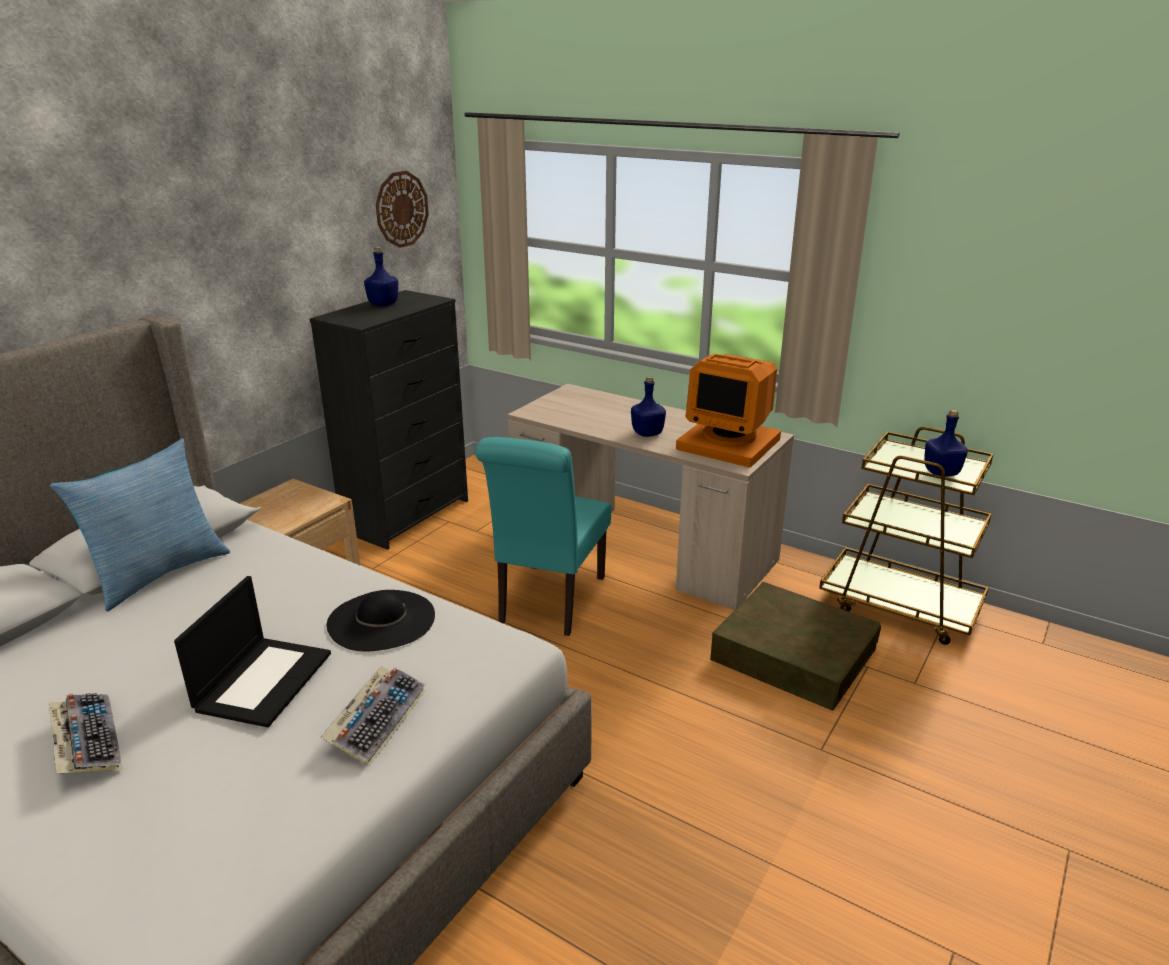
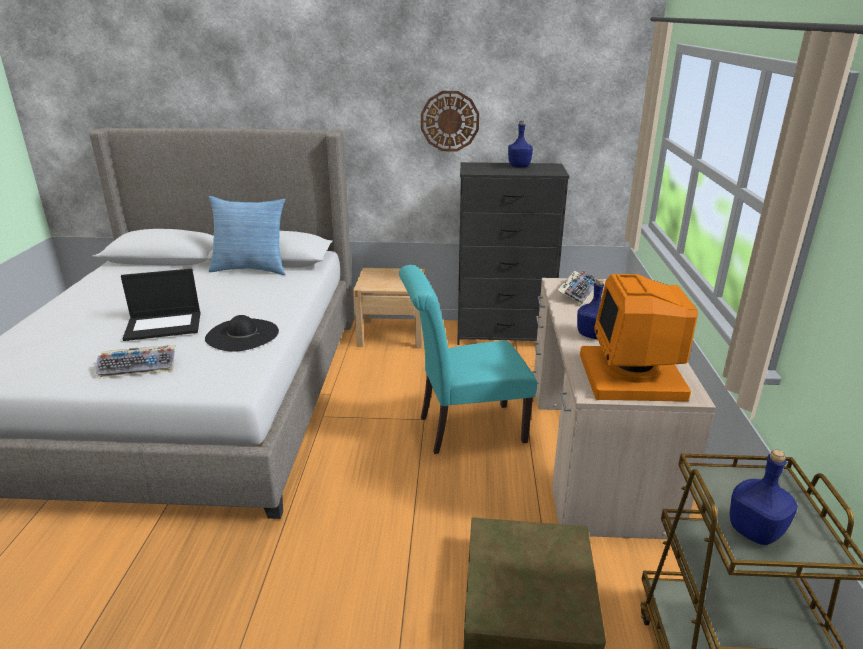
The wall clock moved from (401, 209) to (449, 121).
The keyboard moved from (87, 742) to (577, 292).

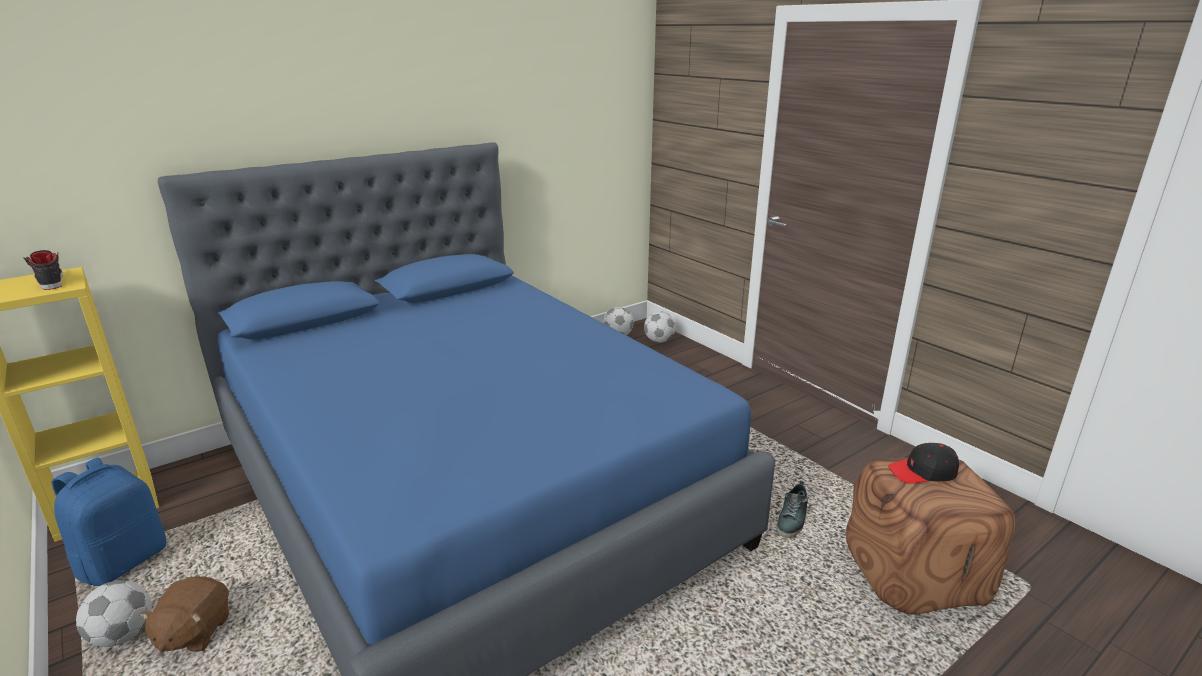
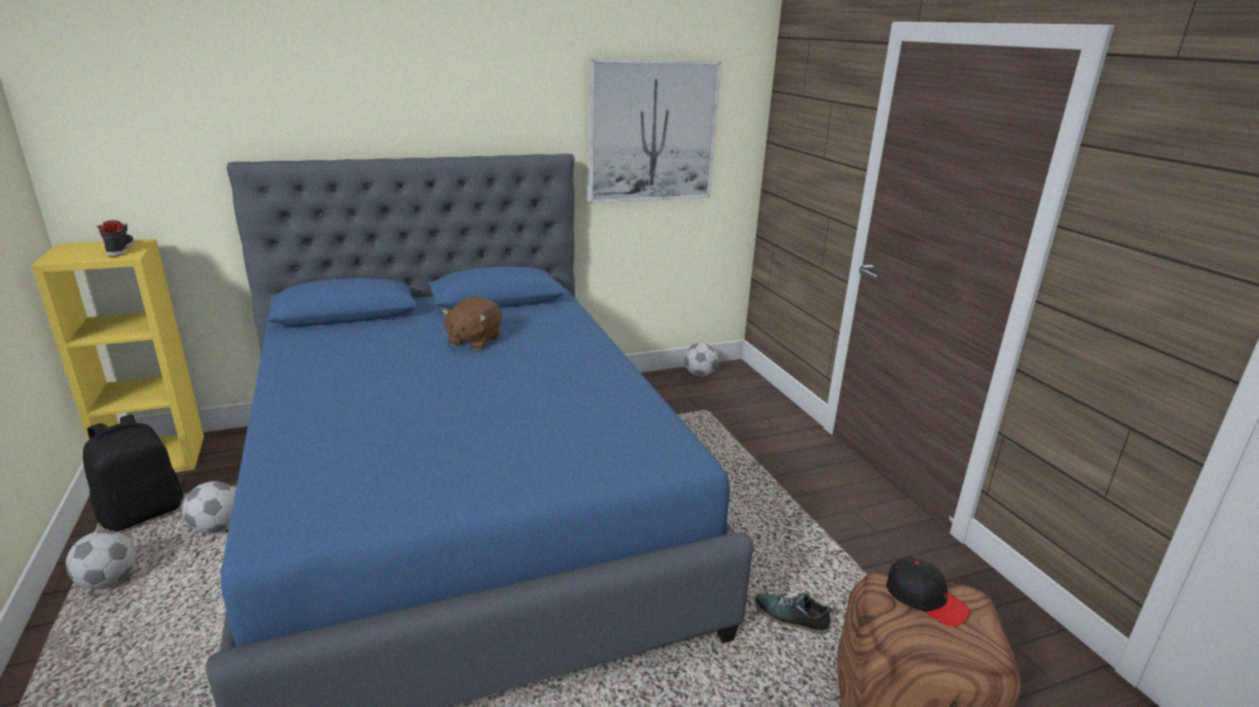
The football moved from (659, 341) to (216, 527).
The black cap at (923, 472) turned 150 degrees counterclockwise.
The blue backpack at (124, 561) became the black backpack at (143, 513).
The shoe at (792, 519) turned 75 degrees clockwise.
The brown plush toy moved from (194, 633) to (474, 341).
The picture at (652, 132) appeared.

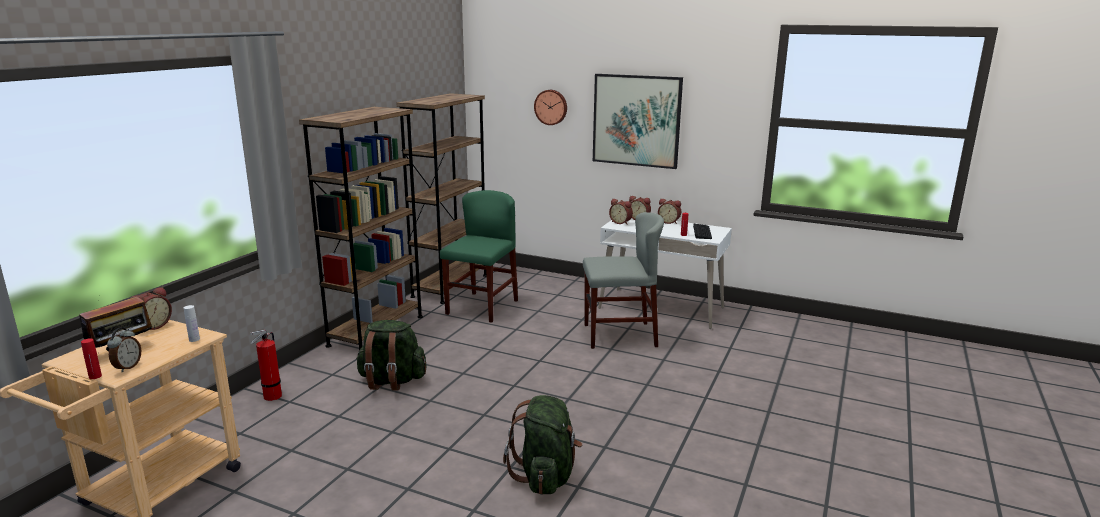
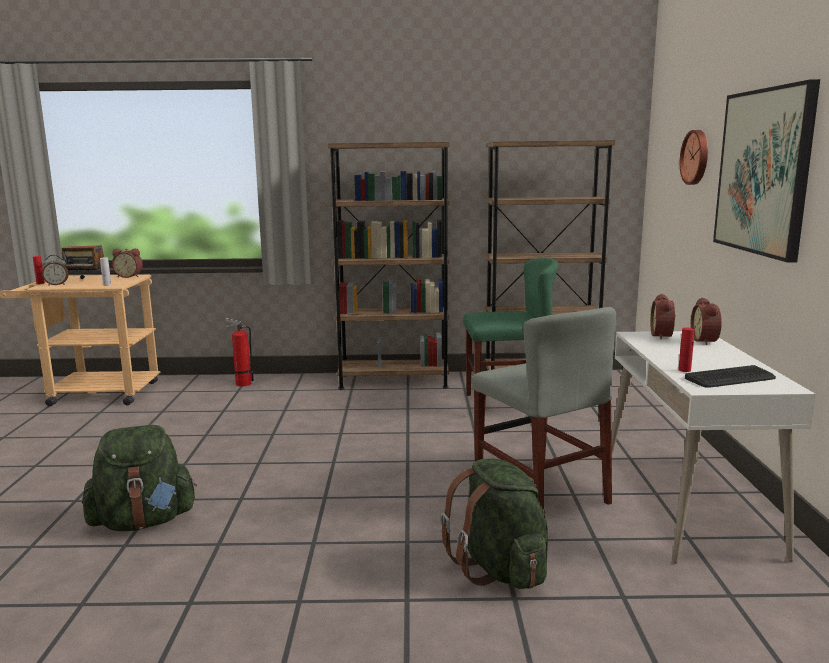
The alarm clock at (669, 222) disappeared.
The green backpack moved from (391, 381) to (500, 568).

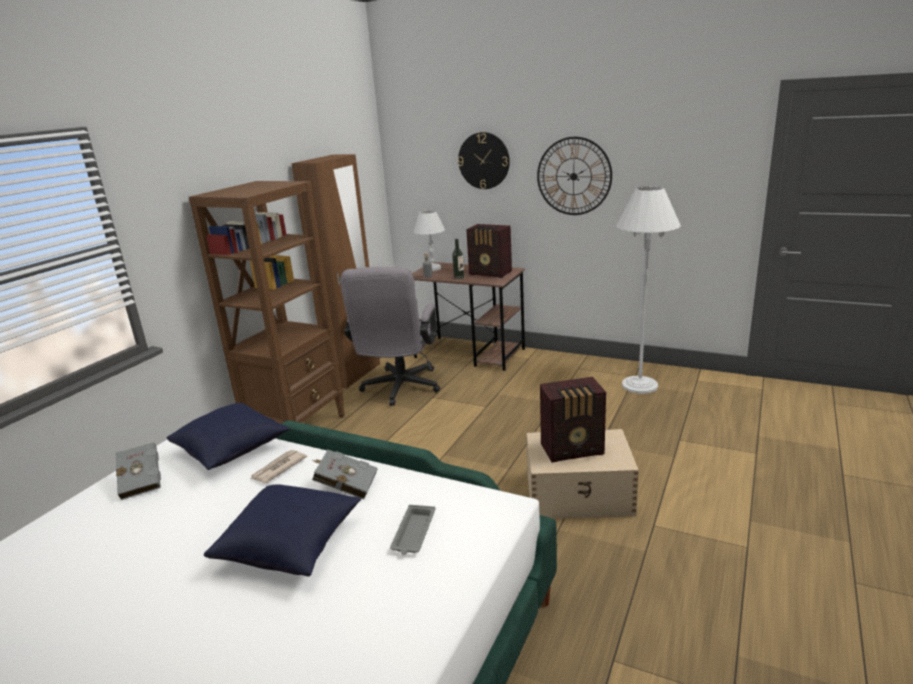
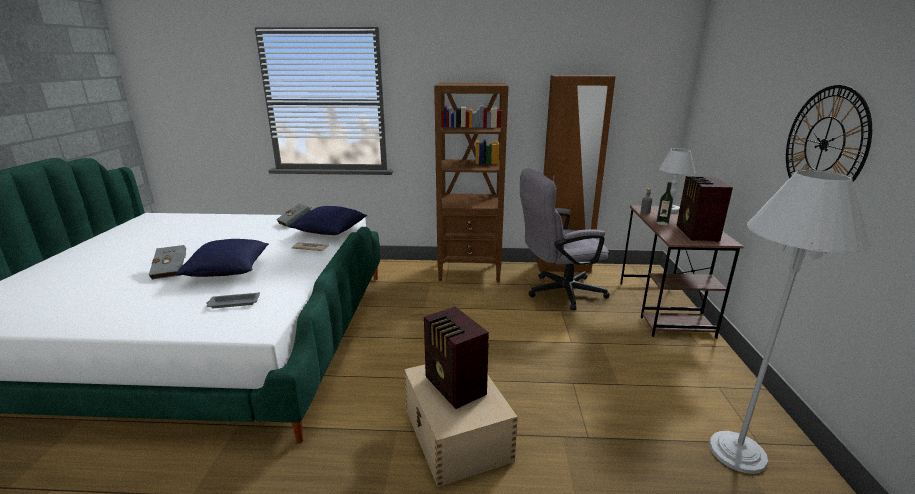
The wall clock at (484, 161) disappeared.
The grey book moved from (345, 486) to (172, 270).

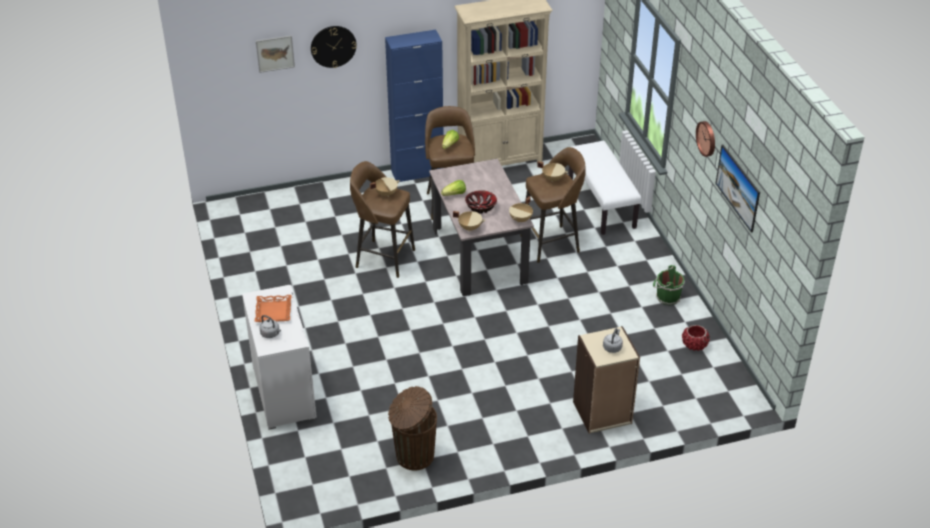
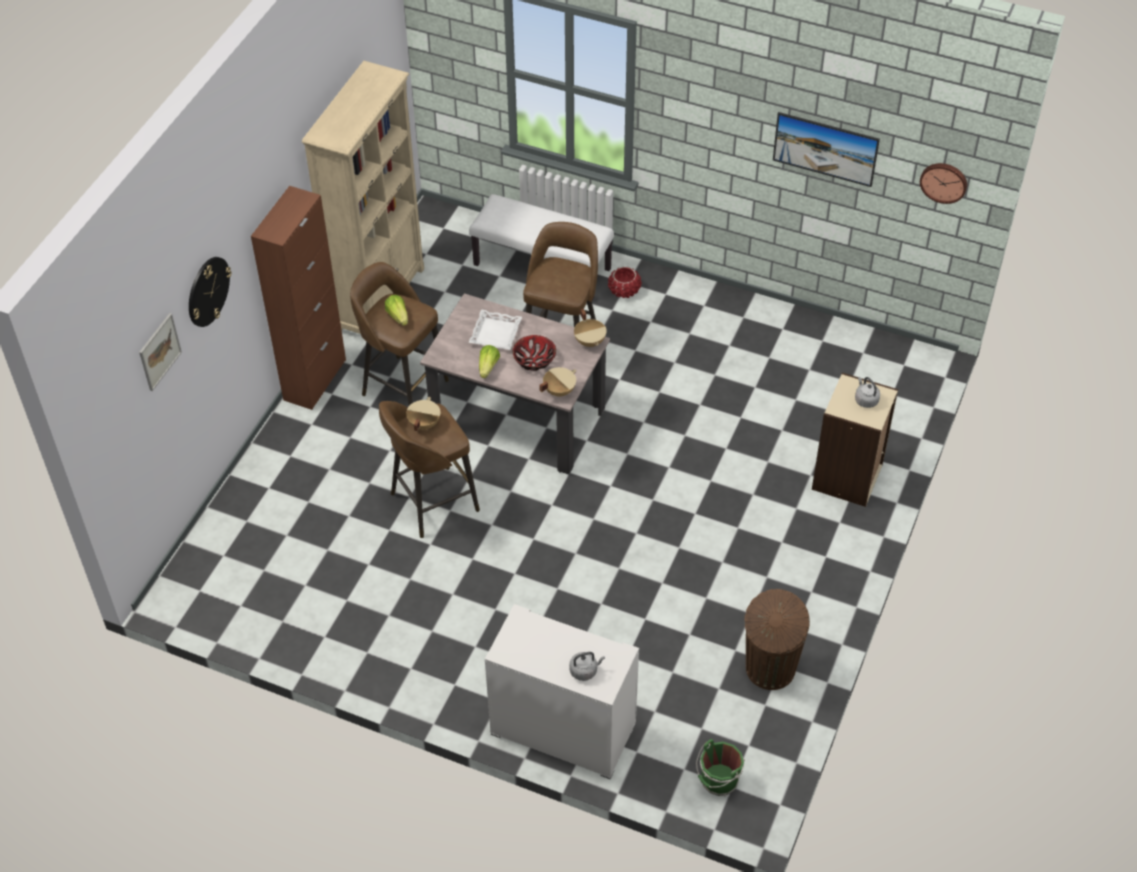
The blue cabinet at (417, 172) became the brown cabinet at (315, 380).
The wall clock moved from (707, 138) to (944, 181).
The beige cooking pot at (553, 178) disappeared.
The green bucket moved from (666, 297) to (718, 781).
The orange tray at (274, 311) disappeared.
The red planter moved from (694, 345) to (624, 290).
The white tray at (495, 333) appeared.

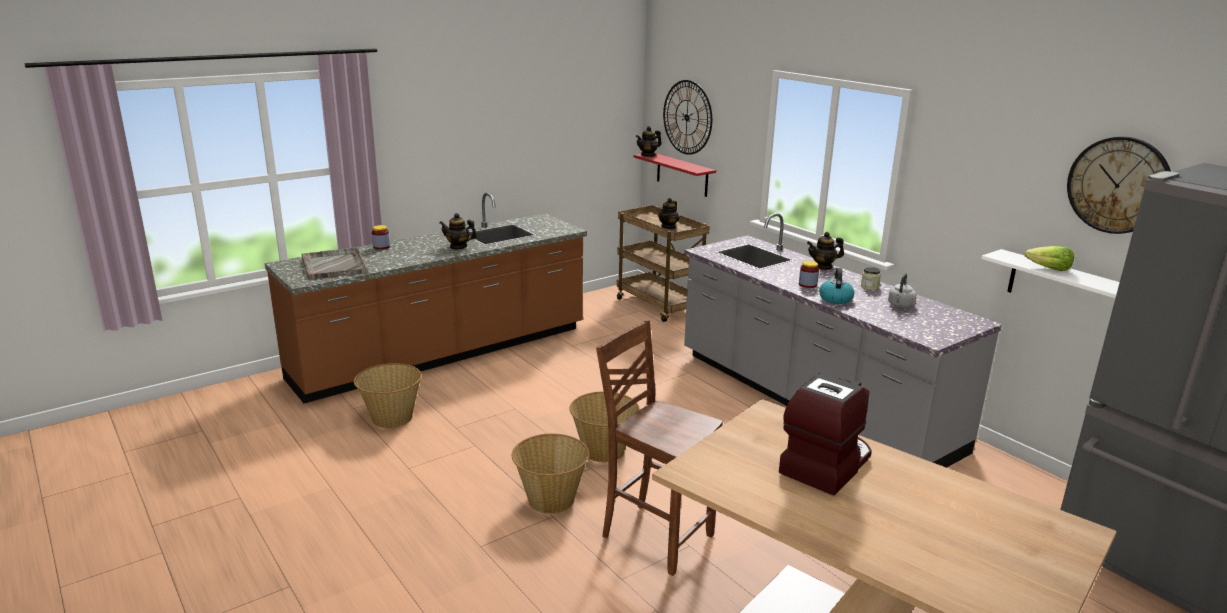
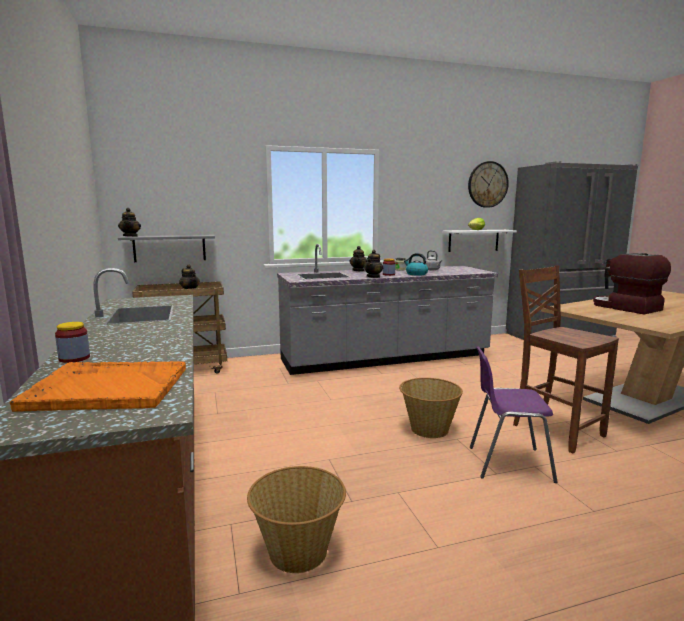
The wall clock at (687, 117) disappeared.
The red shelf at (682, 174) became the grey shelf at (169, 248).
The teapot moved from (458, 246) to (373, 277).
The grey tray at (334, 265) became the orange tray at (107, 388).
The brown chair at (655, 536) turned 90 degrees clockwise.
The basket at (551, 499) was replaced by the purple chair at (507, 463).

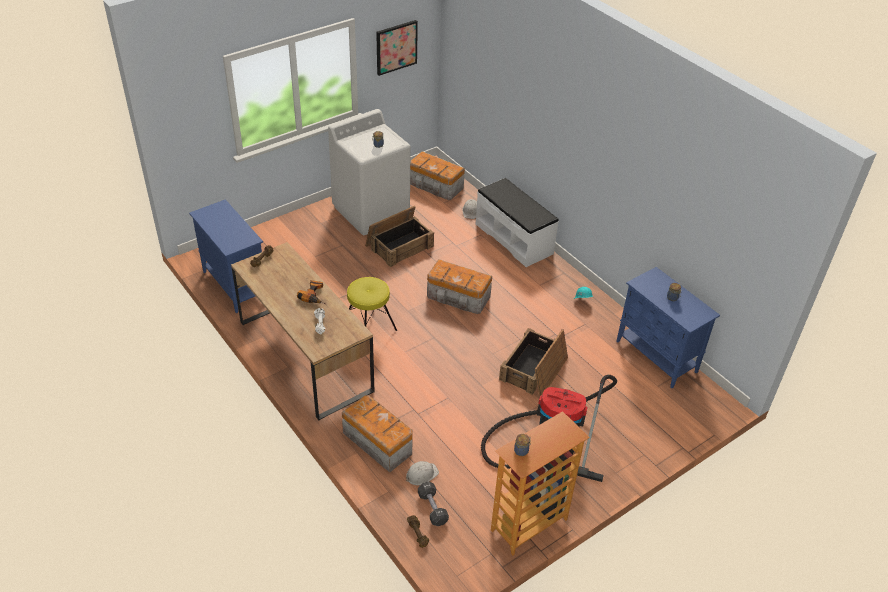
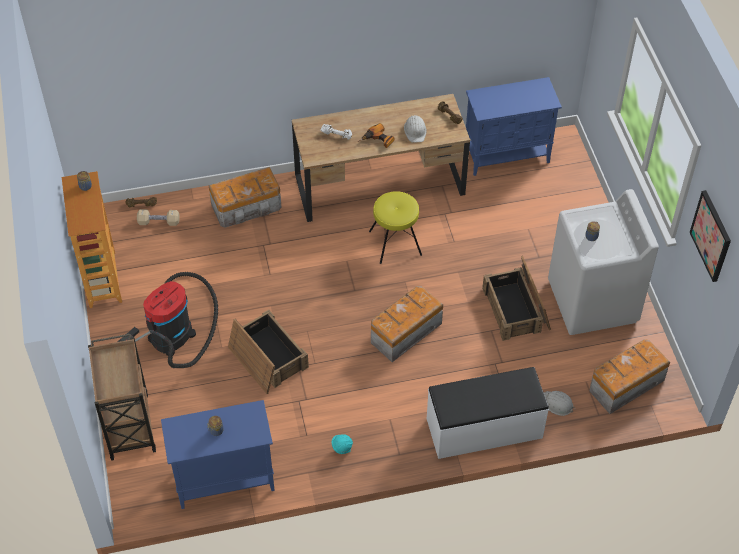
The white hard hat moved from (421, 474) to (415, 131).
The black dumbbell at (432, 508) became the beige dumbbell at (159, 222).
The brown cart at (129, 424) appeared.

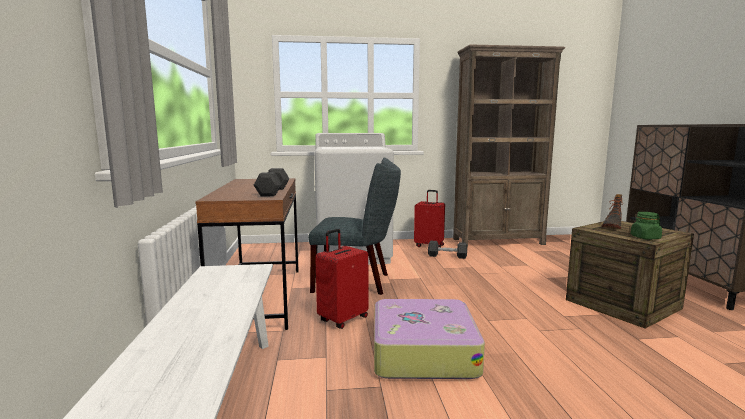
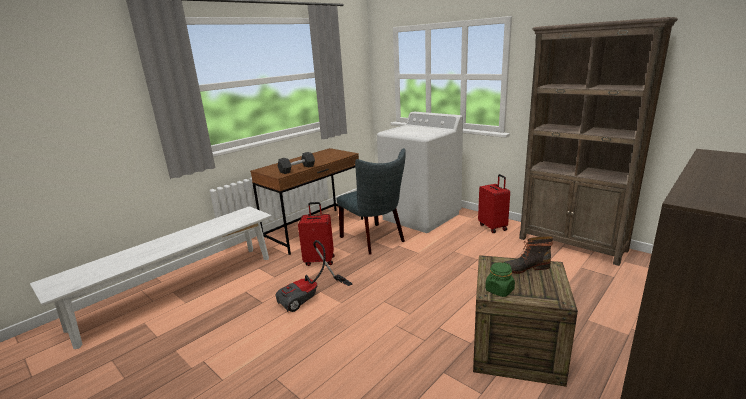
The black dumbbell at (447, 256) disappeared.
The suitcase at (422, 352) was replaced by the vacuum cleaner at (310, 298).

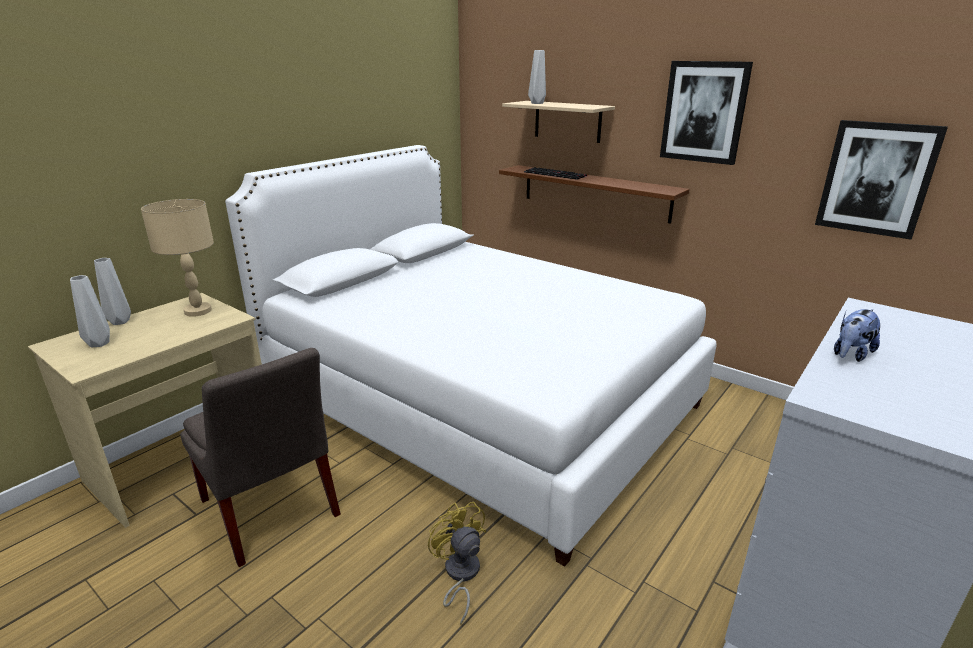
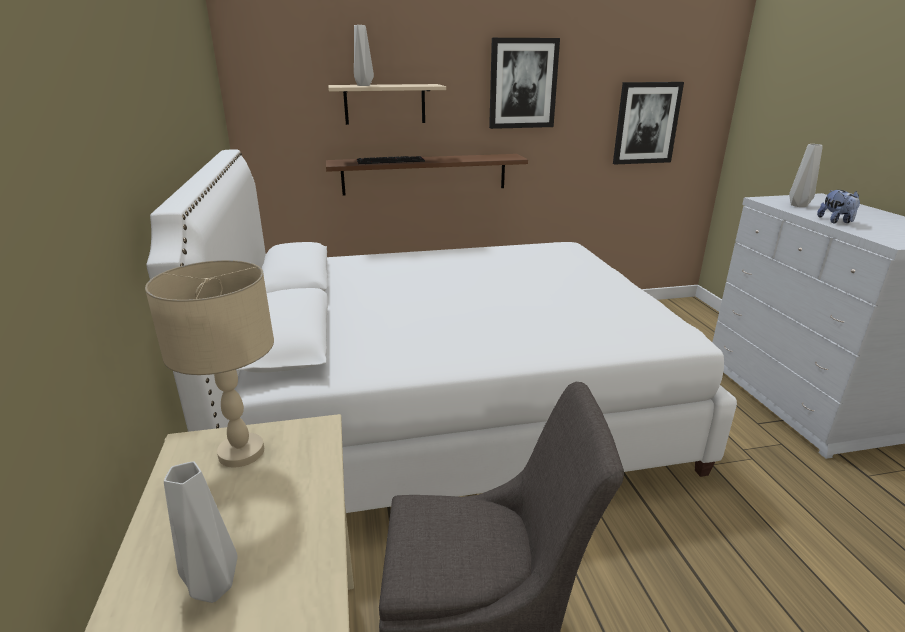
The grey vase moved from (119, 321) to (798, 205).
The yellow fan at (459, 575) disappeared.

